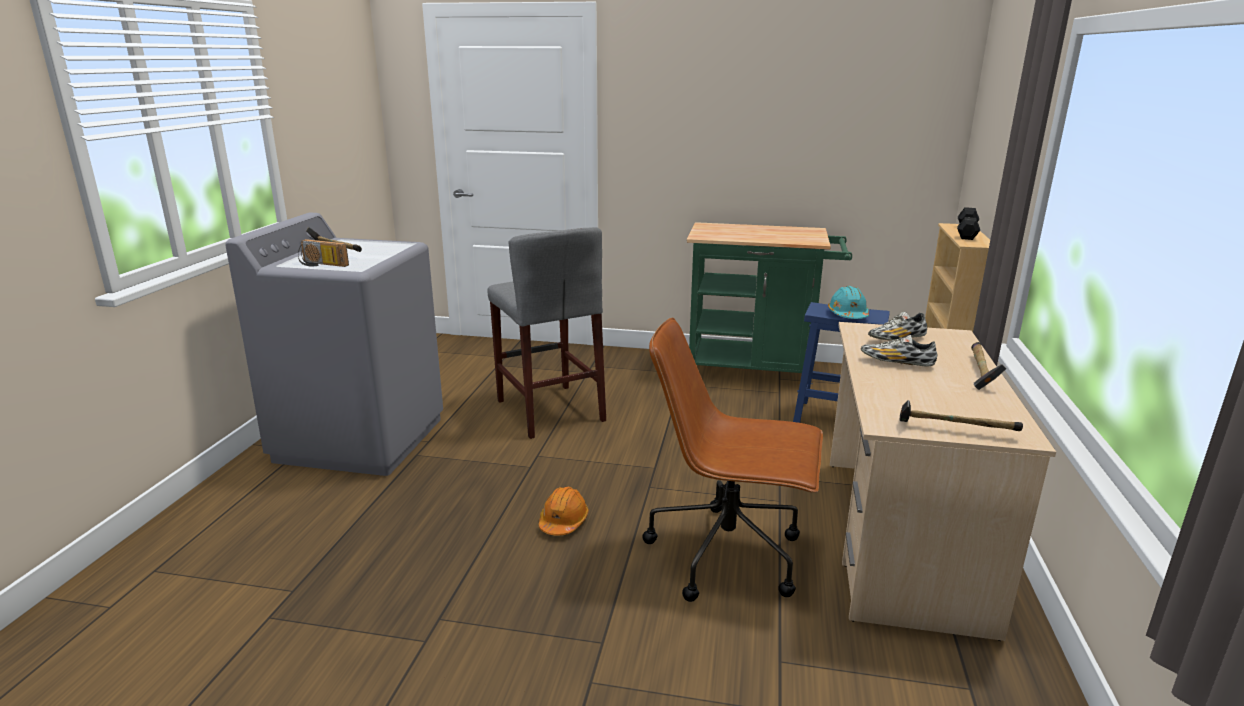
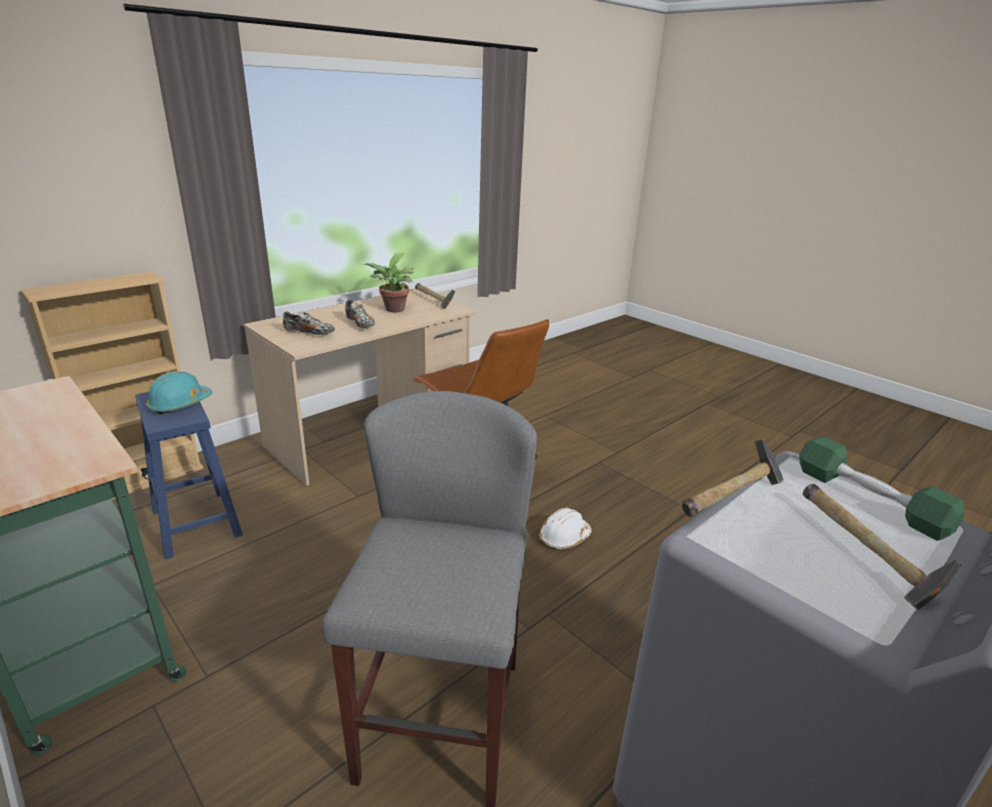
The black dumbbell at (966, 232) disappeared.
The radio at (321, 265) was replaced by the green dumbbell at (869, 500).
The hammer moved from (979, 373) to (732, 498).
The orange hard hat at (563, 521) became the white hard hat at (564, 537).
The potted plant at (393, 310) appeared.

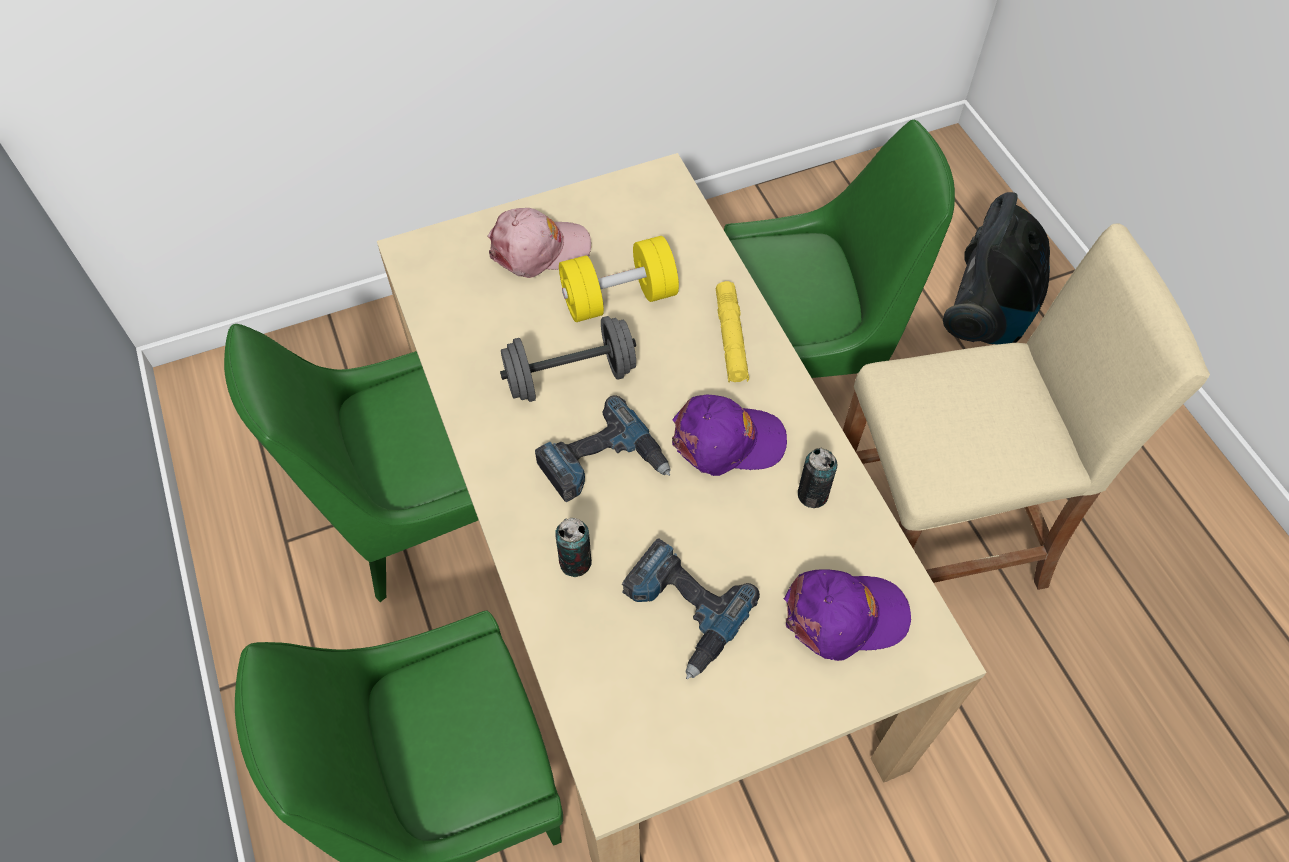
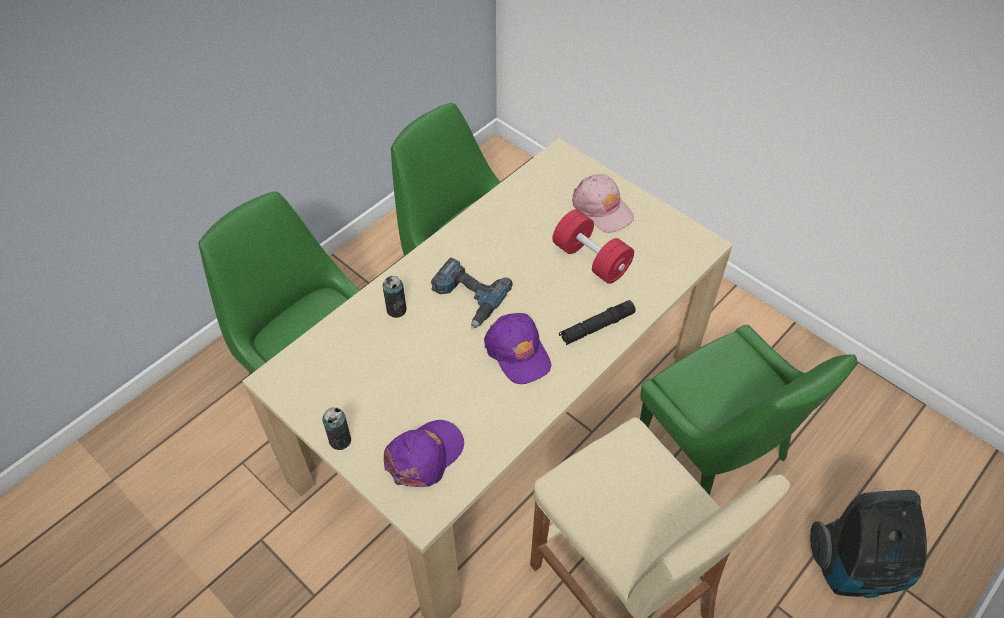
The yellow dumbbell at (619, 298) became the red dumbbell at (591, 259).
The yellow flashlight at (731, 339) became the black flashlight at (596, 327).
The grey dumbbell at (570, 377) disappeared.
The can moved from (812, 494) to (340, 440).
The power drill at (681, 611) disappeared.
The purple cap at (845, 616) turned 105 degrees counterclockwise.

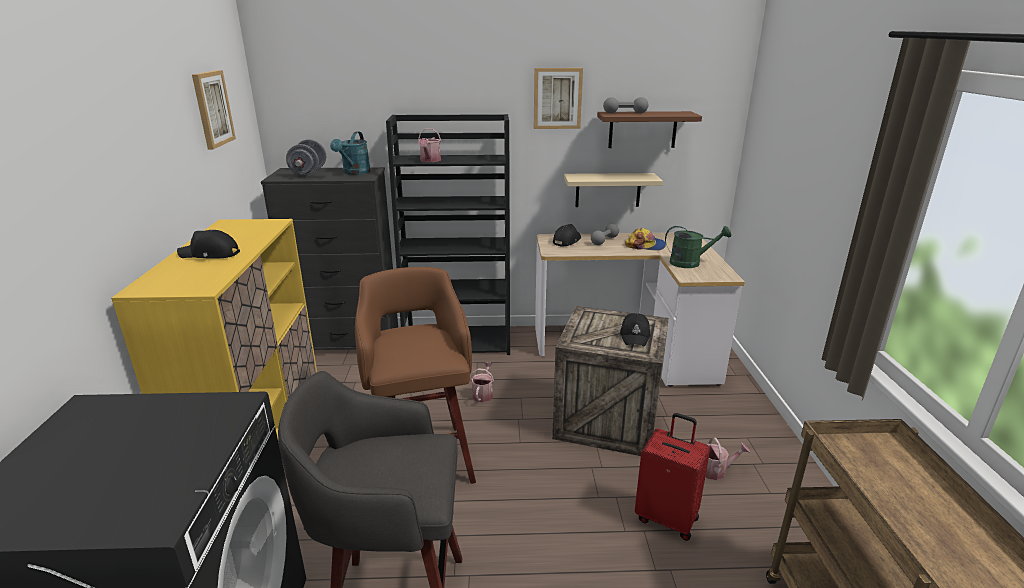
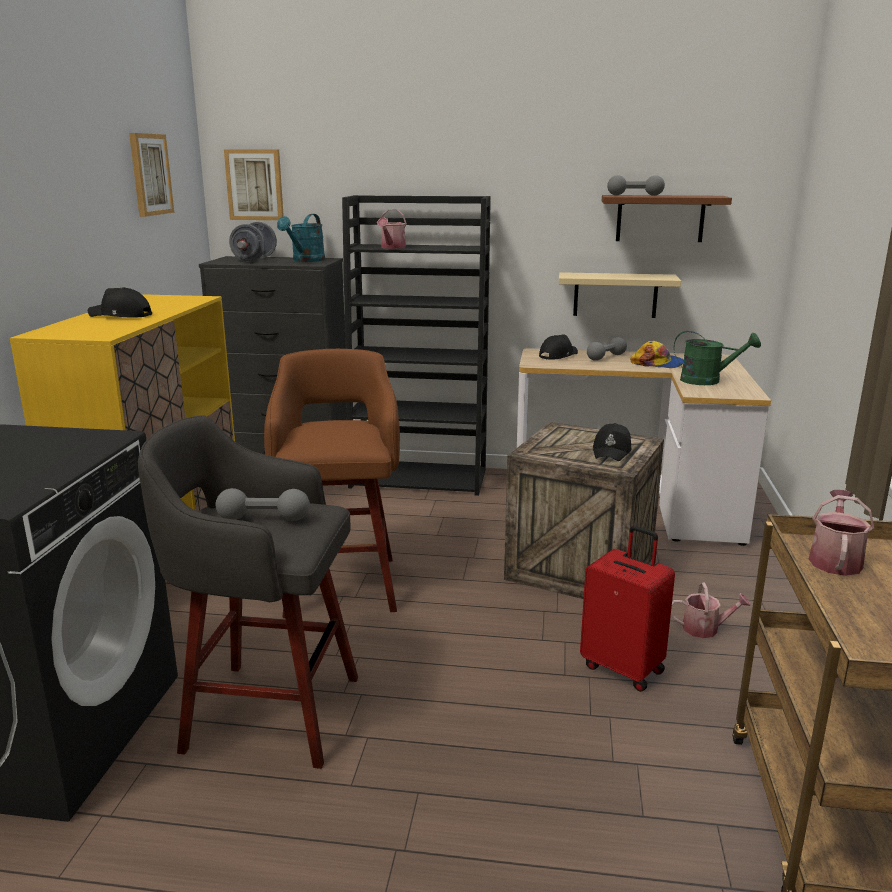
The picture moved from (557, 98) to (255, 185).
The watering can moved from (483, 394) to (835, 559).
The grey dumbbell at (264, 519) appeared.

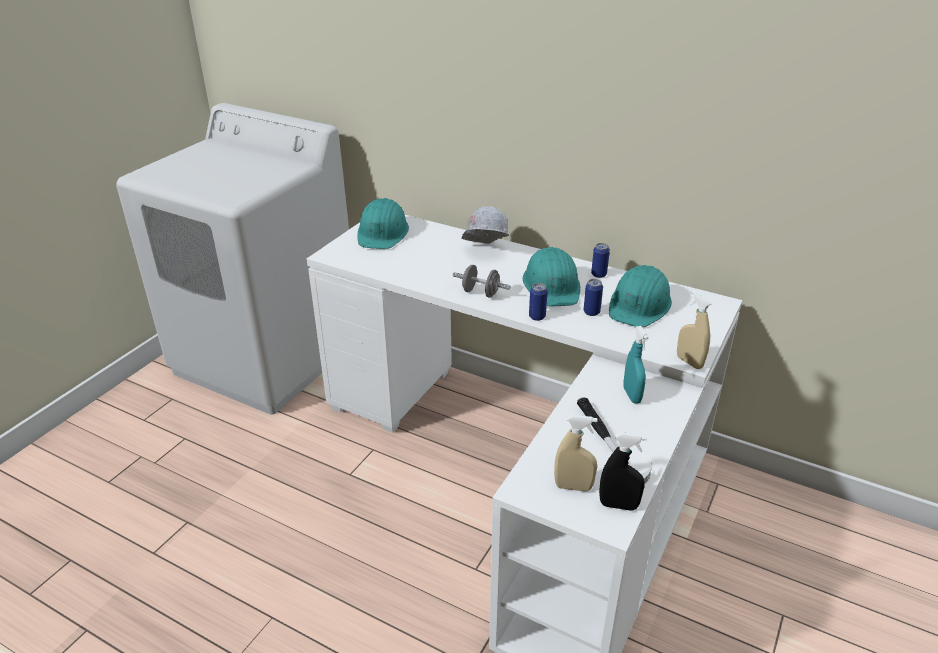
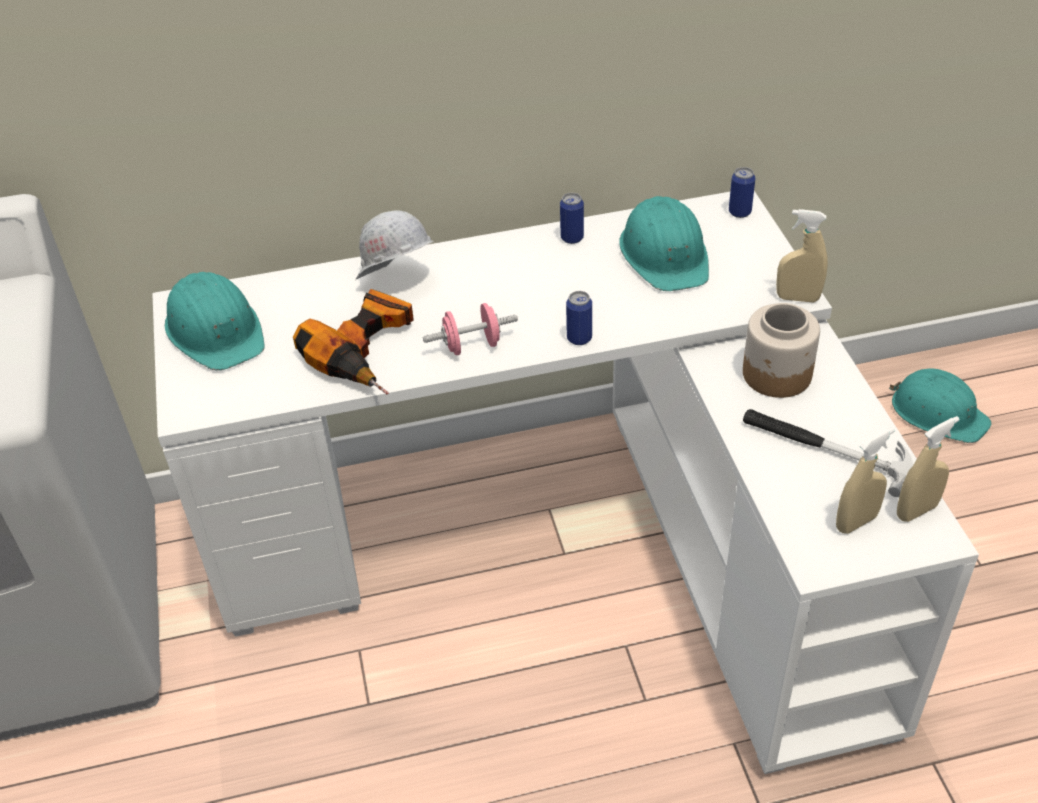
The turquoise hard hat moved from (552, 286) to (938, 412).
The grey dumbbell at (480, 293) became the pink dumbbell at (472, 345).
The can moved from (591, 312) to (739, 212).
The turquoise spray bottle at (632, 395) was replaced by the jar at (777, 375).
The black spray bottle at (618, 505) became the beige spray bottle at (916, 511).
The power drill at (369, 352) appeared.

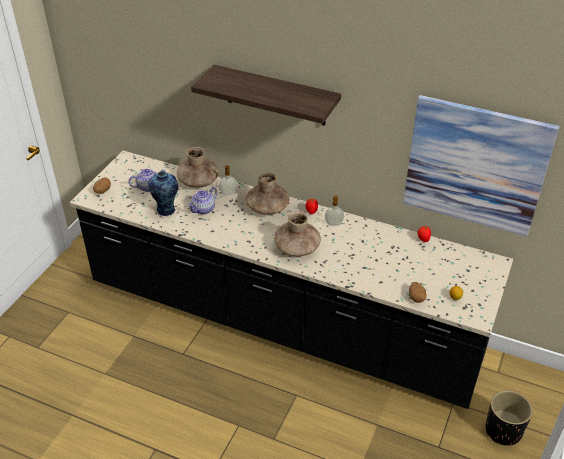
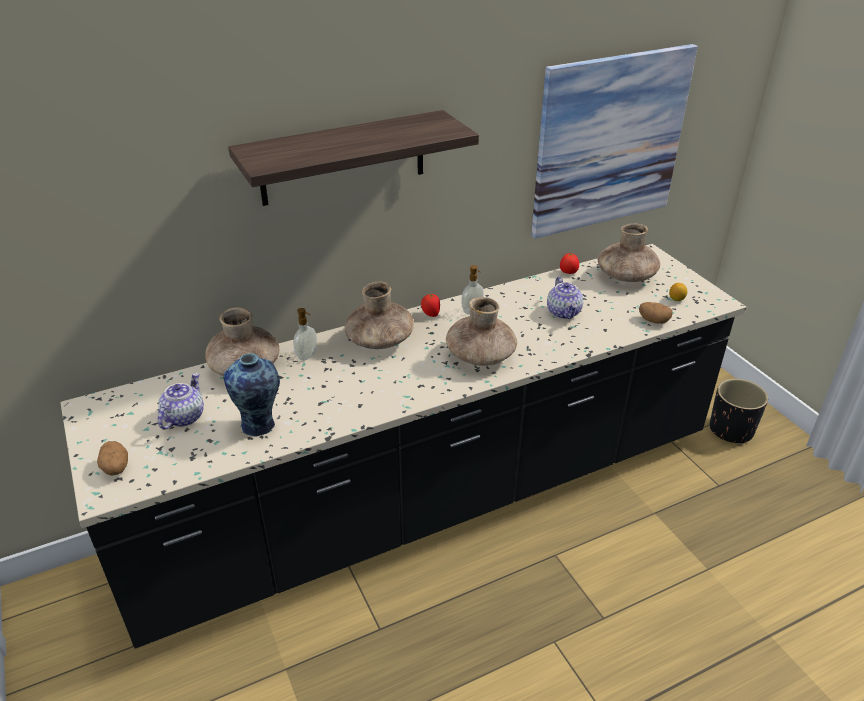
The teapot moved from (203, 209) to (564, 312).
The brown vase at (626, 276) appeared.

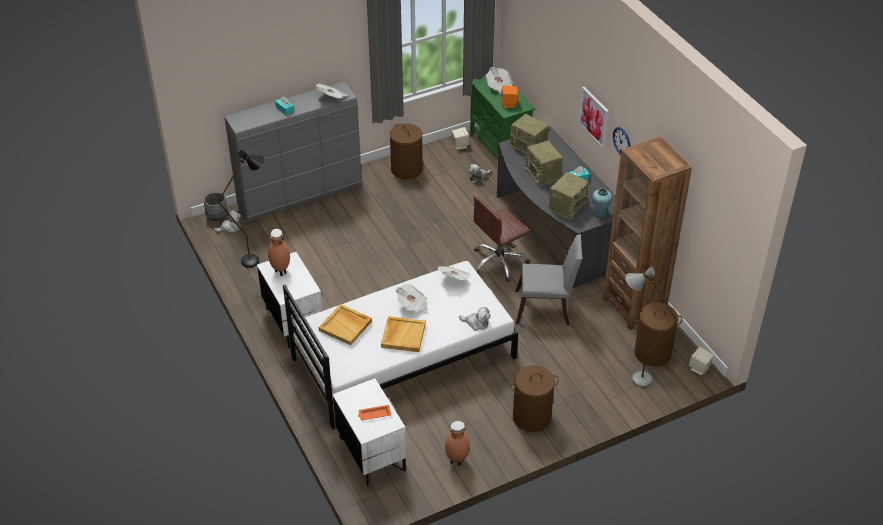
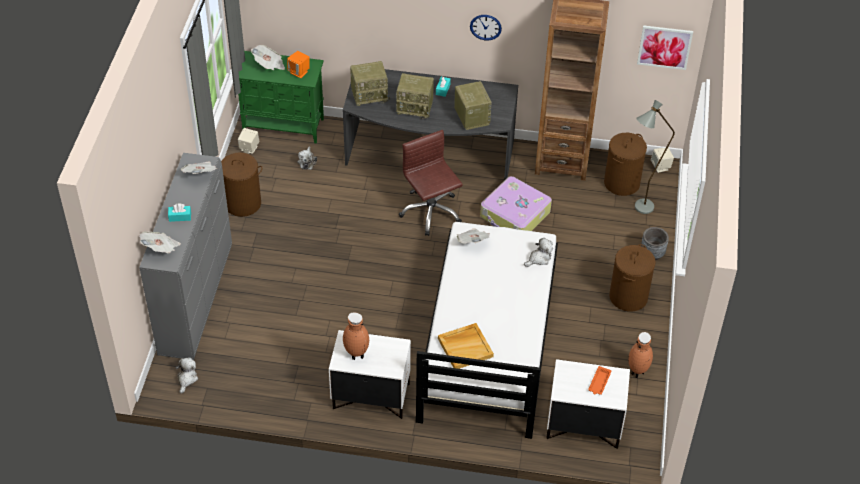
The picture moved from (594, 117) to (664, 47).
The black floor lamp at (256, 259) disappeared.
The turquoise vase at (600, 214) disappeared.
The grey planter moved from (217, 216) to (652, 254).
The brown office chair at (499, 262) turned 150 degrees clockwise.
The grey chair at (546, 308) was replaced by the suitcase at (515, 215).
The newspaper moved from (413, 306) to (161, 248).
The beige tray at (403, 335) disappeared.

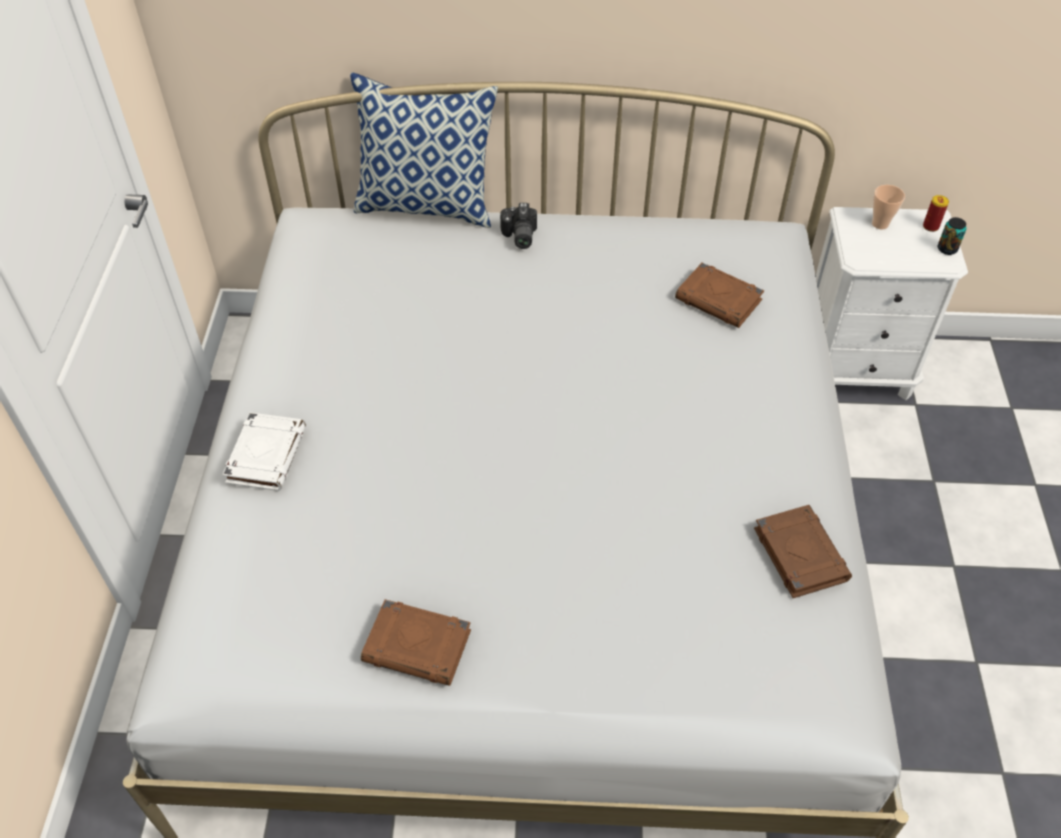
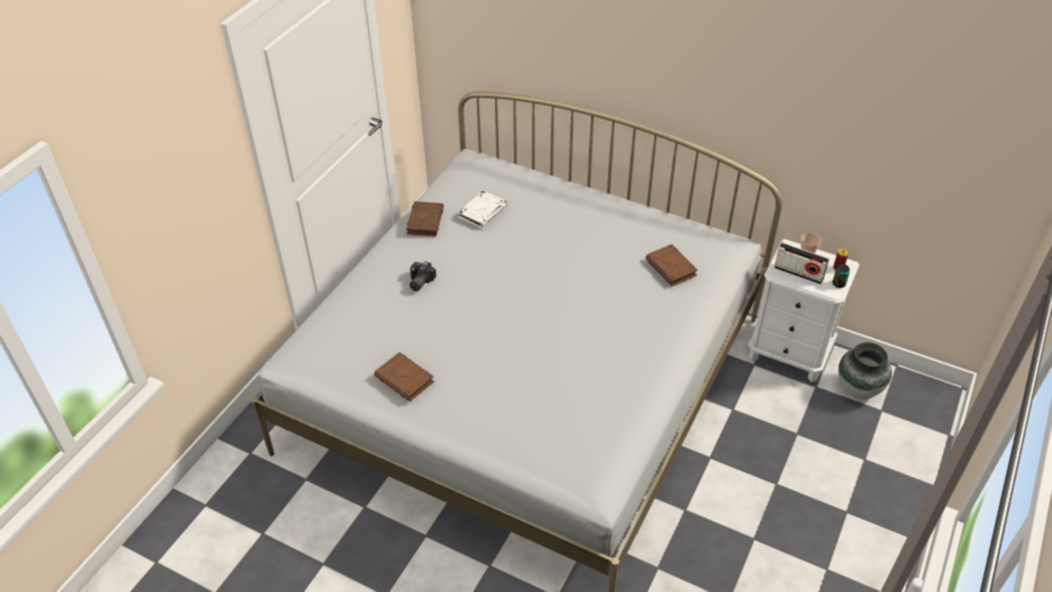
The pillow at (427, 206) disappeared.
The photo camera moved from (518, 236) to (419, 282).
The white book moved from (266, 455) to (482, 212).
The brown book moved from (799, 554) to (425, 221).
The radio at (798, 273) appeared.
The vase at (858, 389) appeared.

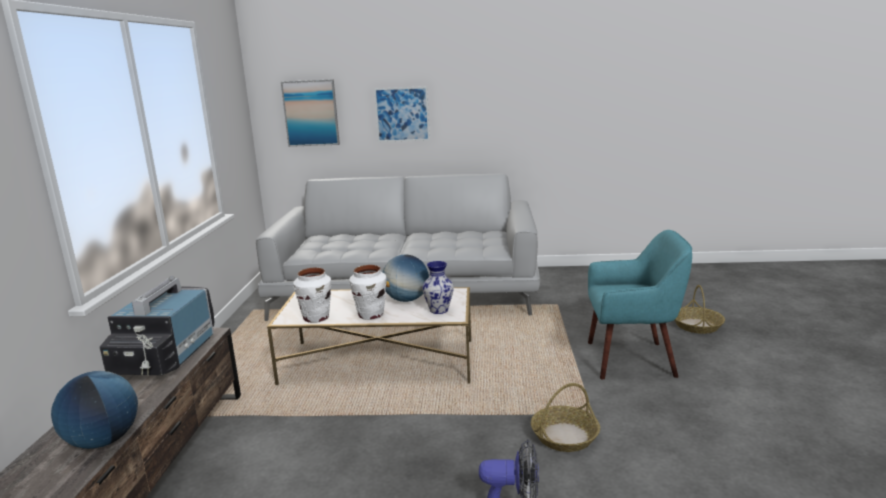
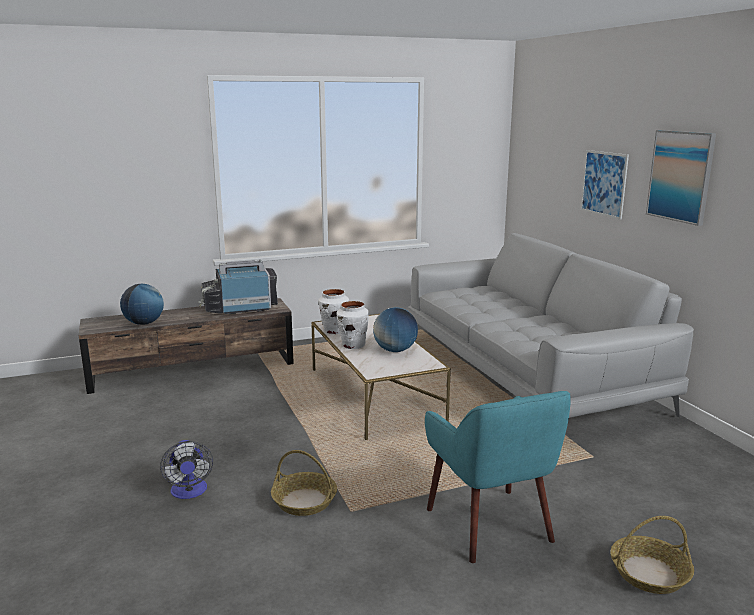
The picture moved from (311, 113) to (680, 176).
The vase at (439, 310) disappeared.

